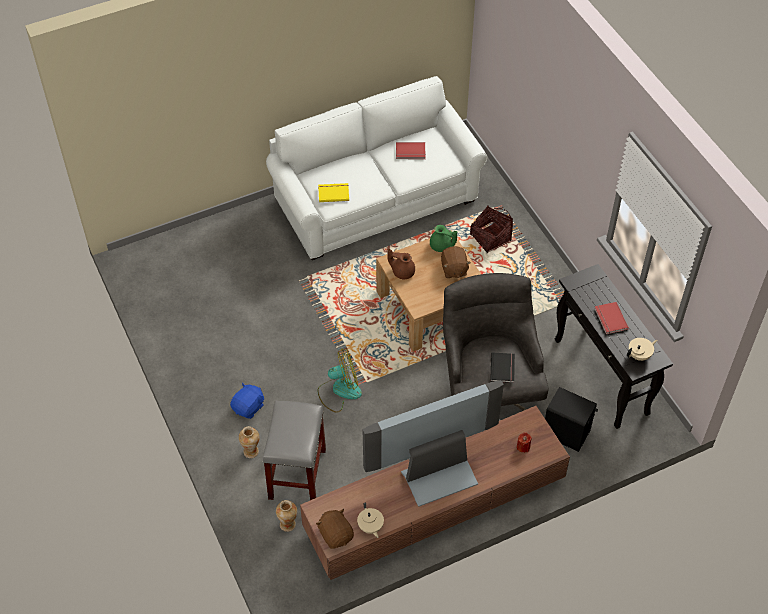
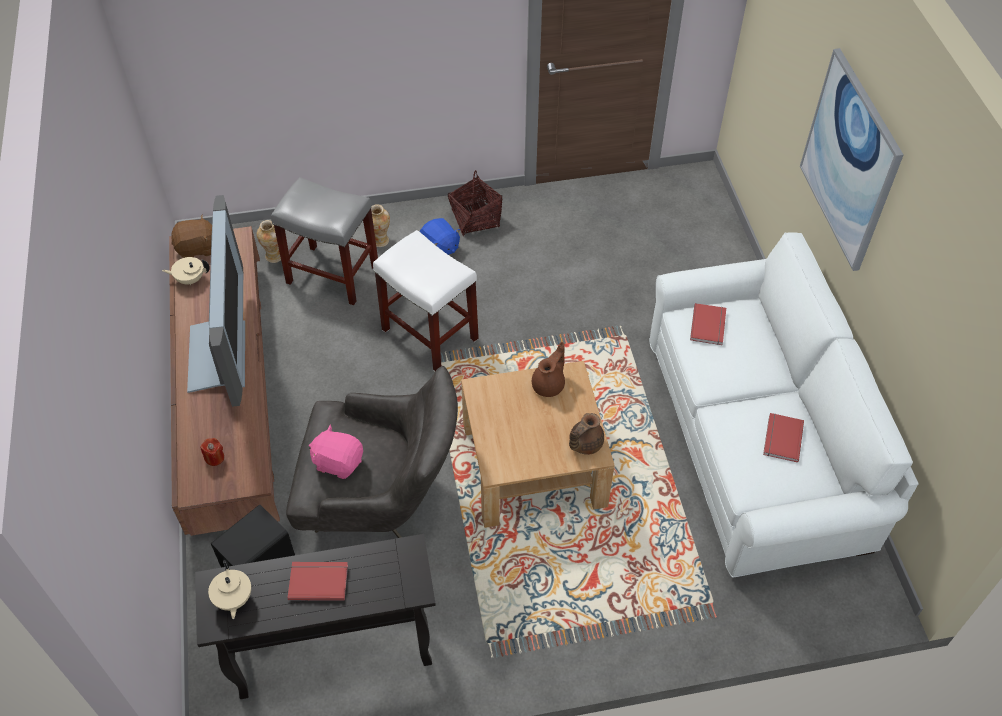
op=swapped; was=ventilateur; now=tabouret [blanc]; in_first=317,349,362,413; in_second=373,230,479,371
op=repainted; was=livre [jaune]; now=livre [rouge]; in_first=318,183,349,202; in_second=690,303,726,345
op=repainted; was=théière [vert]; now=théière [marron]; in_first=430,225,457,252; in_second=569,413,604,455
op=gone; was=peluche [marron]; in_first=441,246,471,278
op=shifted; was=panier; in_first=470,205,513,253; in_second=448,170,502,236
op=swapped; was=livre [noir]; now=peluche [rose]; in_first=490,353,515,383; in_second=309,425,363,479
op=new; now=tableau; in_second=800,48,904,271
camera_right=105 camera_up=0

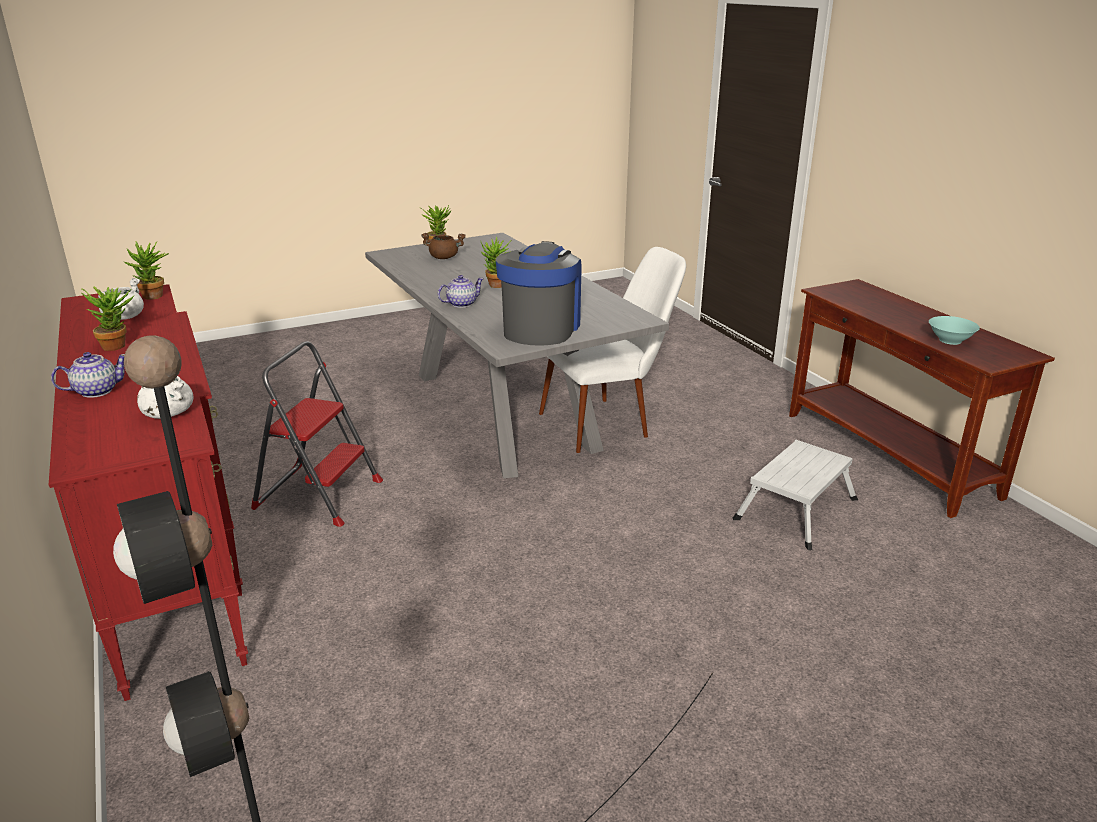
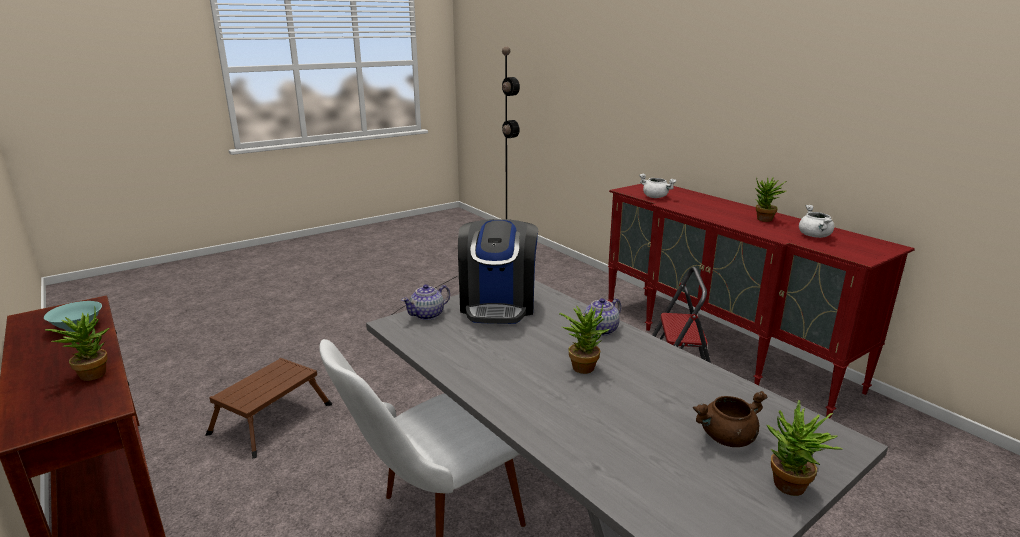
op=shifted; was=théière; in_first=51,352,125,398; in_second=401,284,450,320
op=shifted; was=plante en pot; in_first=124,241,169,300; in_second=45,307,109,381
op=repainted; was=escabeau [blanc]; now=escabeau [marron]; in_first=733,440,858,550; in_second=205,358,332,458
camera_right=170 camera_up=-5

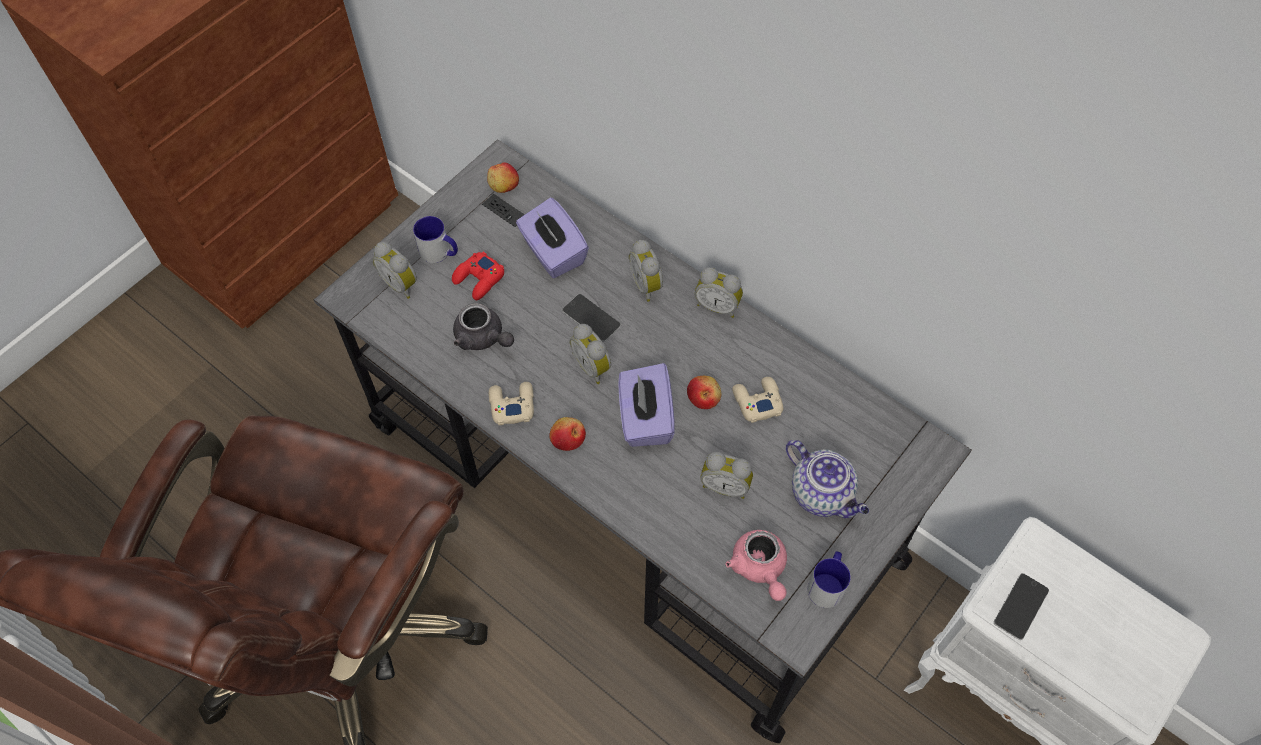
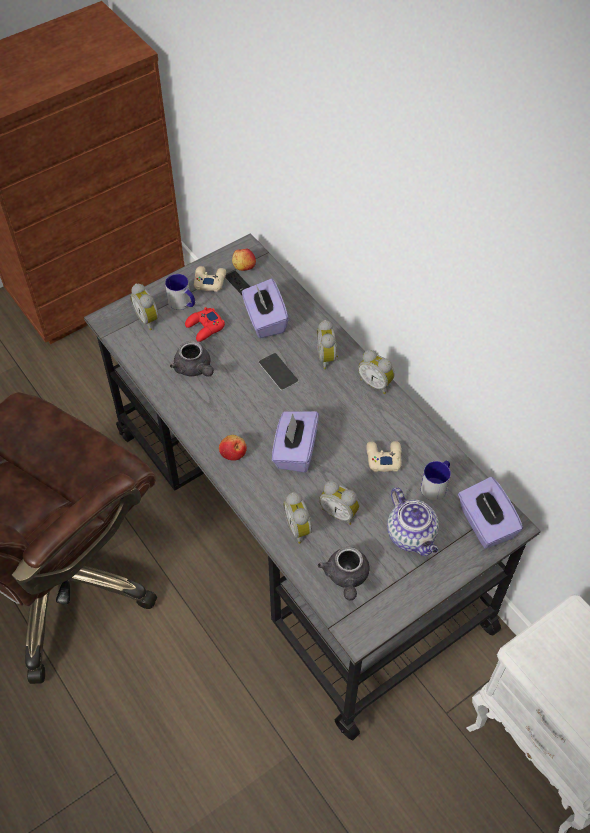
op=shifted; was=manette [beige]; in_first=489,382,534,425; in_second=194,266,226,292
op=shifted; was=réveil; in_first=570,324,611,384; in_second=283,492,312,544
op=gone; was=pomme; in_first=687,376,721,409
op=repainted; was=théière [rose]; now=théière [gris]; in_first=726,530,787,601; in_second=318,547,370,601
op=shifted; was=mug; in_first=808,551,851,608; in_second=421,461,451,500
op=gone; was=téléphone; in_first=994,573,1049,640
op=new; now=boîte à mouchoirs [violet]; in_second=458,477,523,549
camera_right=15 camera_up=-5

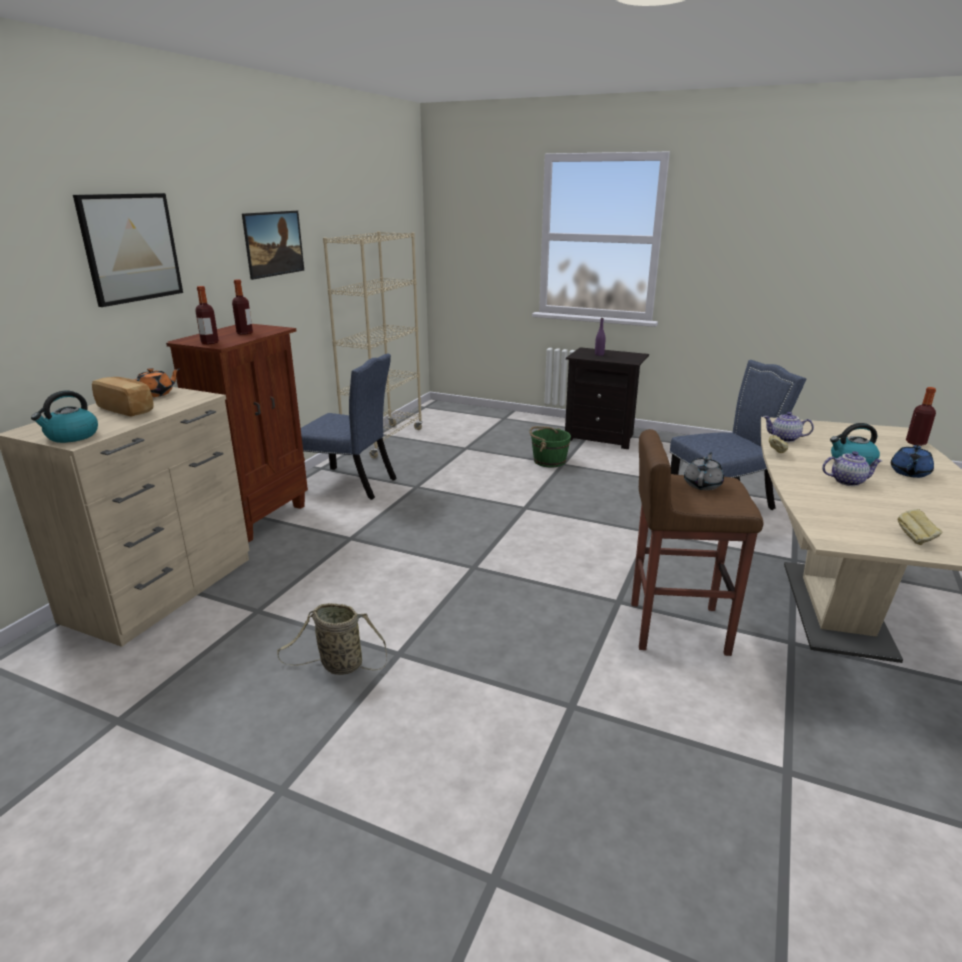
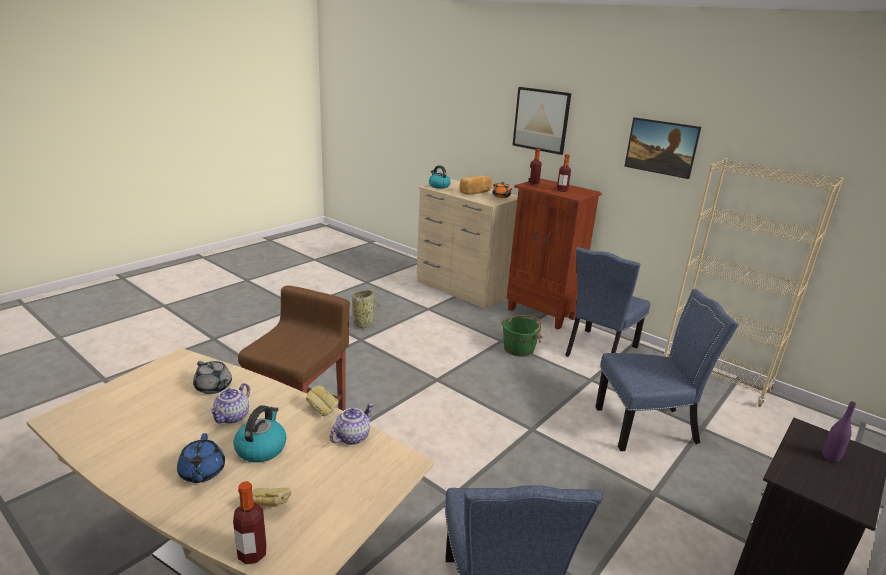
op=shifted; was=seau [vert]; in_first=529,426,571,468; in_second=501,315,542,357
op=shifted; was=théière [gris]; in_first=684,452,724,490; in_second=193,361,232,394
op=rotated; was=théière [bleu]; in_first=891,445,934,478; in_second=177,433,225,483; clockwise=-150
op=shifted; was=pain; in_first=897,509,942,545; in_second=252,488,291,507
op=new; now=chaise [bleu]; in_second=595,289,739,451
camera_right=105 camera_up=0

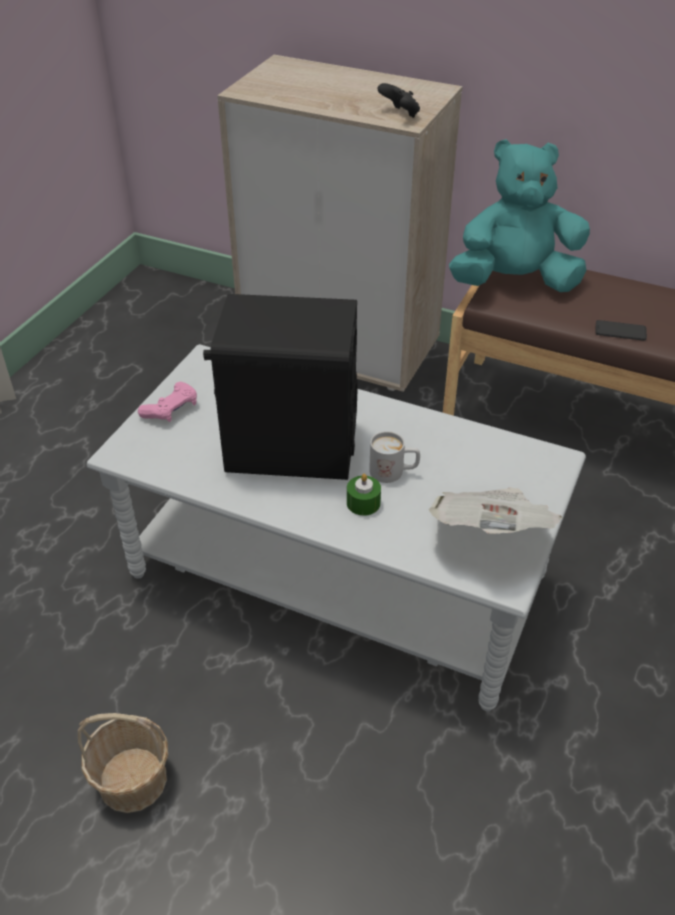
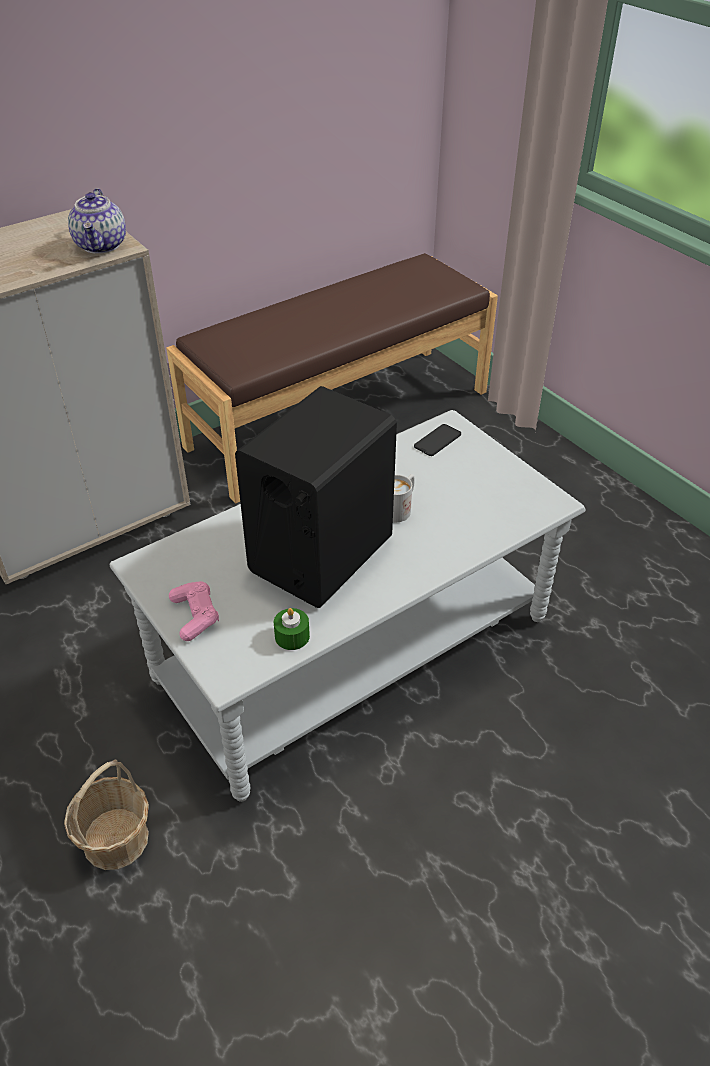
op=shifted; was=panier; in_first=78,713,168,813; in_second=64,760,149,870
op=shifted; was=bougie [vert]; in_first=347,474,381,516; in_second=274,608,310,650
op=swapped; was=manette [noir]; now=théière; in_first=378,83,420,118; in_second=68,188,126,254
op=gone; was=journal; in_first=429,488,563,534
op=gone; was=peluche [turquoise]; in_first=449,139,590,292
op=shifted; was=téléphone; in_first=595,320,647,341; in_second=414,424,461,456
camera_right=-60 camera_up=0

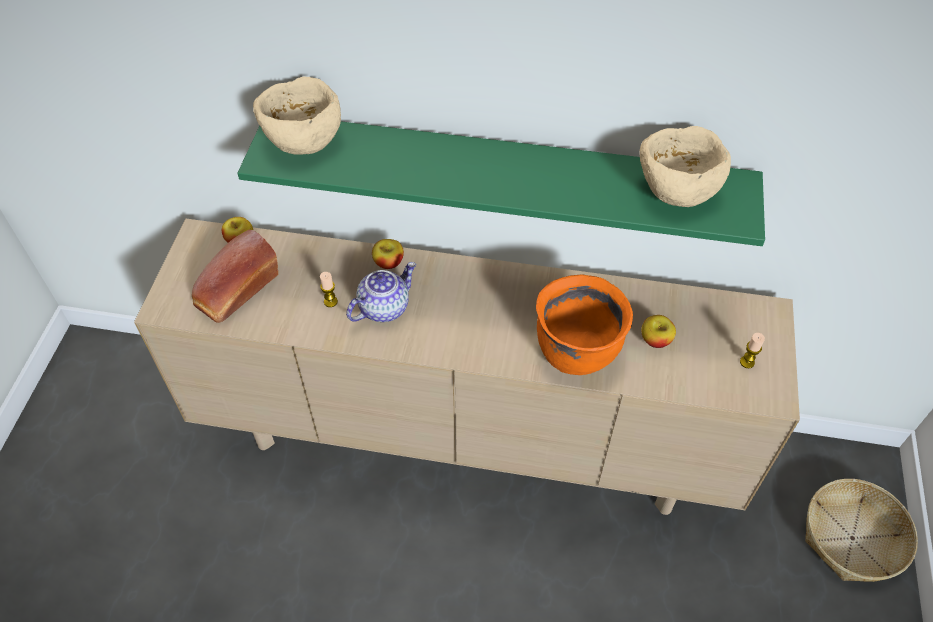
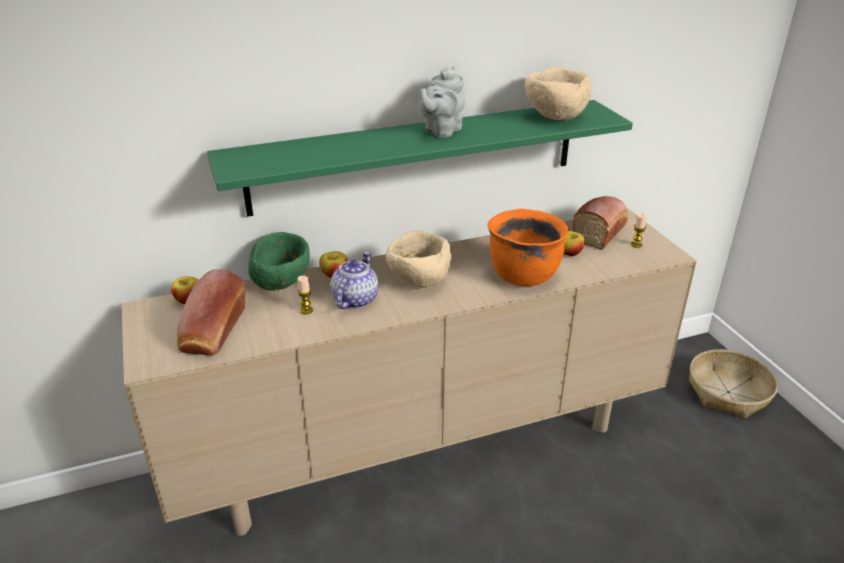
op=shifted; was=bol [beige]; in_first=253,76,341,155; in_second=386,230,451,288
op=new; now=bol [vert]; in_second=248,232,310,291
op=new; now=théière [gris]; in_second=419,66,465,137
op=new; now=pain; in_second=573,196,628,250
camera_right=-30 camera_up=-20

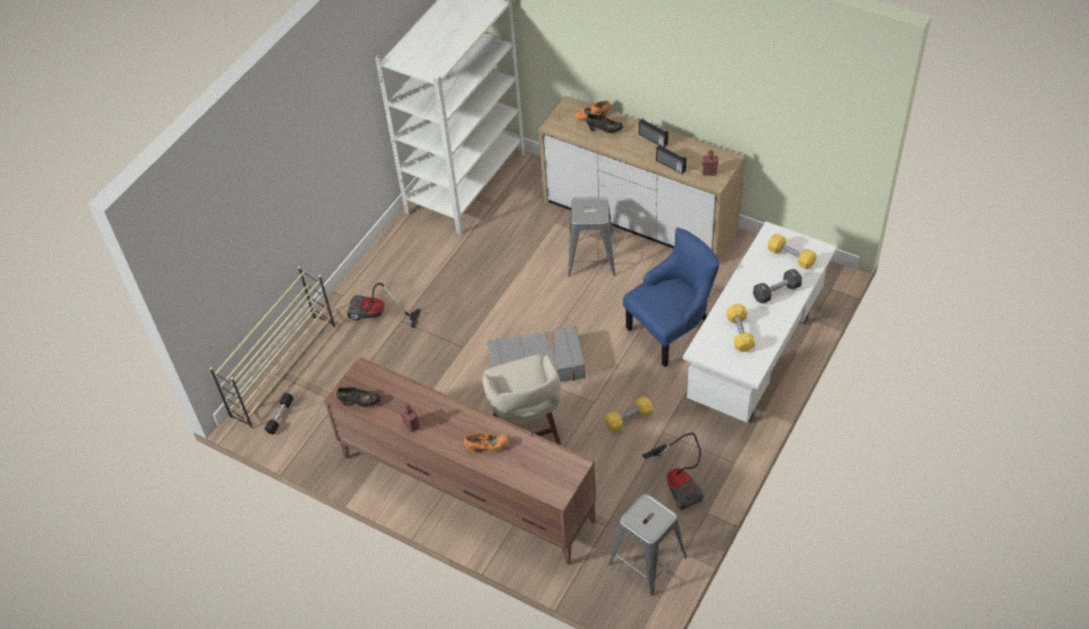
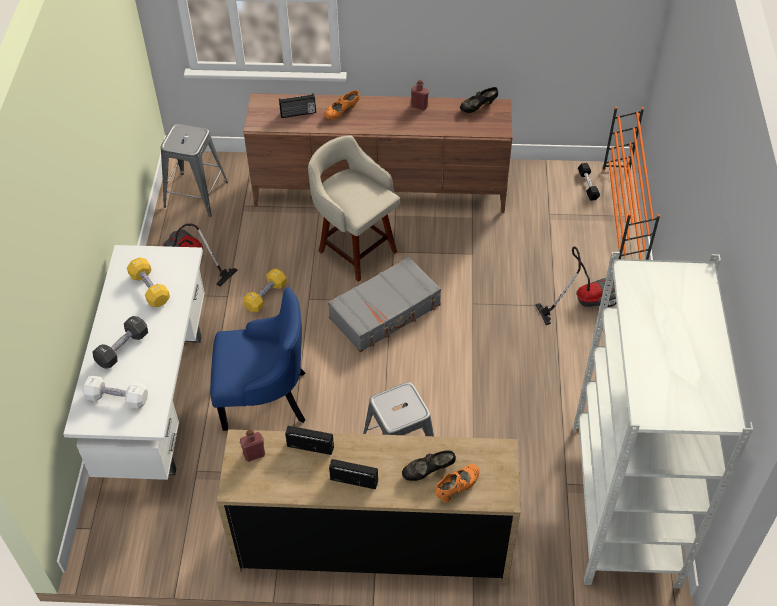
op=repainted; was=étagère à chaussures [beige]; now=étagère à chaussures [orange]; in_first=210,266,336,429; in_second=602,106,660,260
op=rotated; was=chaise [bleu]; in_first=622,227,719,367; in_second=210,287,306,431; clockwise=-120
op=repainted; was=haltère [jaune]; now=haltère [blanc]; in_first=768,234,817,269; in_second=82,375,148,409
op=new; now=radio; in_second=279,93,316,118
camera_right=150 camera_up=0

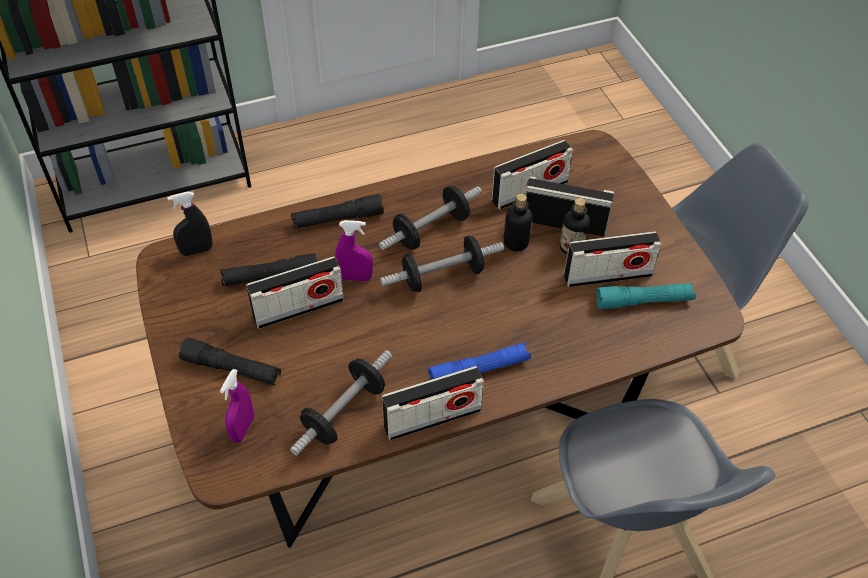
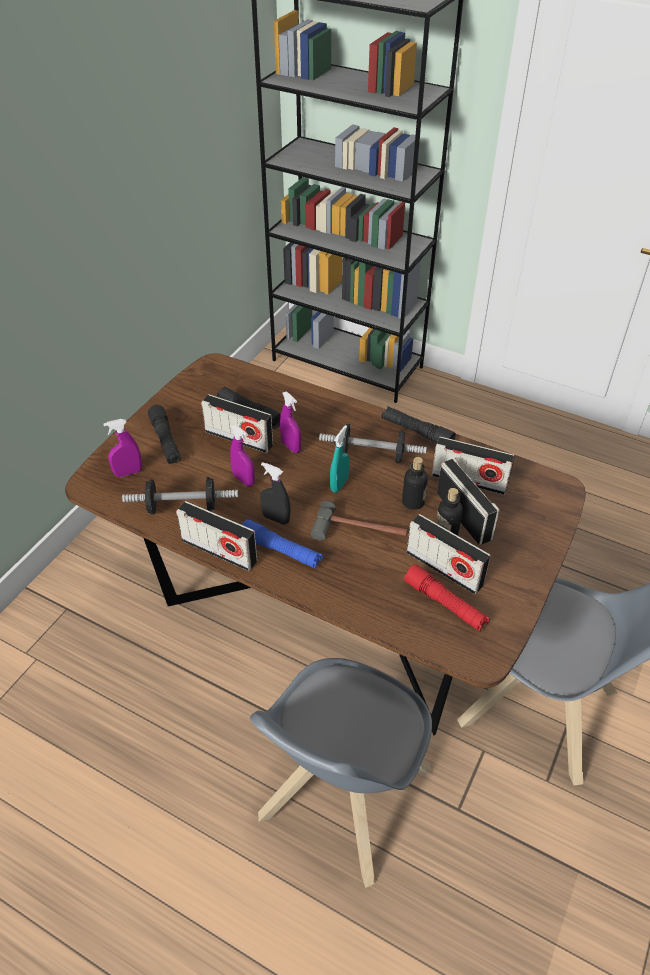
op=shifted; was=vaporisateur [noir]; in_first=167,192,212,256; in_second=260,462,291,525
op=shifted; was=lampe de poche [noir]; in_first=291,194,384,229; in_second=381,406,456,443
op=swapped; was=haltère; now=vaporisateur [turquoise]; in_first=380,236,504,292; in_second=330,425,350,493
op=repainted; was=lampe de poche [turquoise]; now=lampe de poche [rouge]; in_first=596,283,696,309; in_second=404,564,490,631
op=new; now=vaporisateur [violet]; in_second=230,425,255,486
op=new; now=marteau; in_second=311,500,407,541
camera_right=50 camera_up=-5

